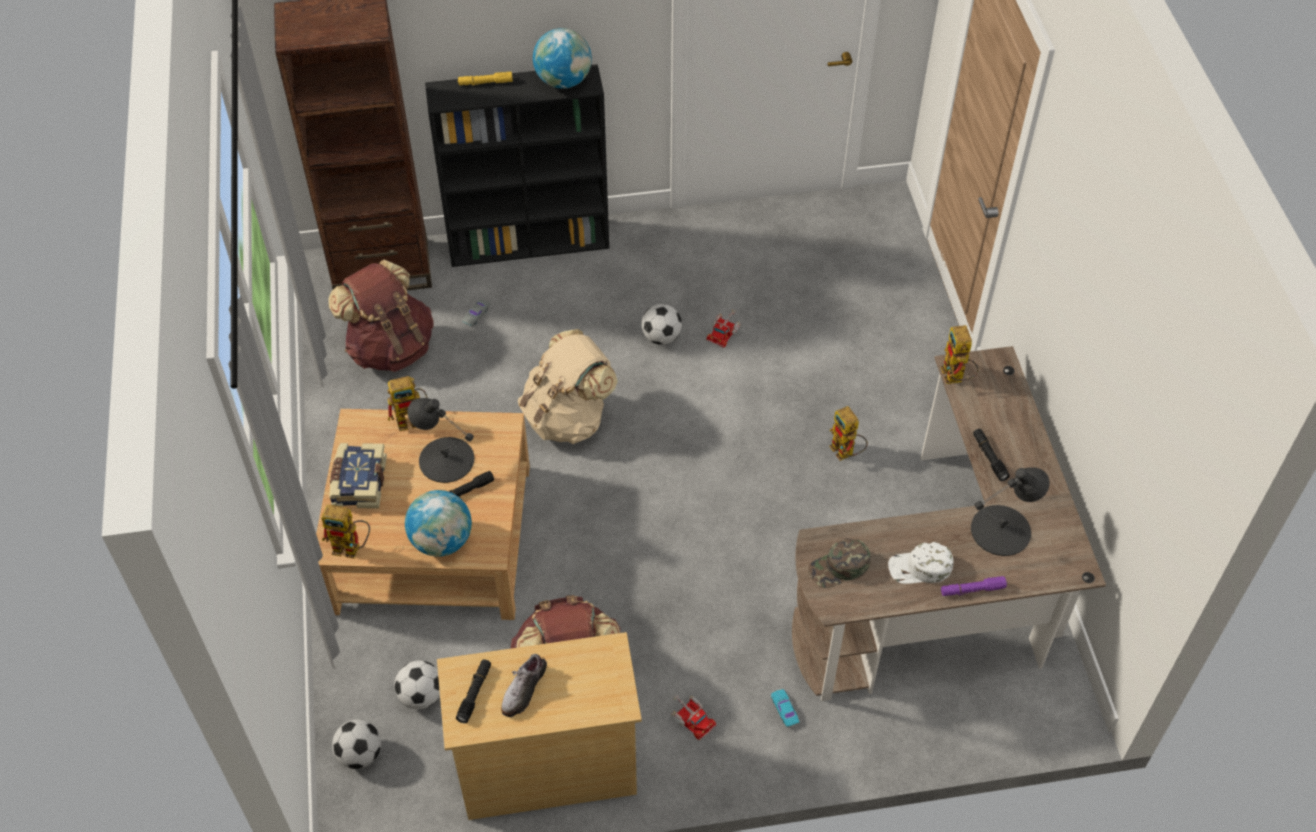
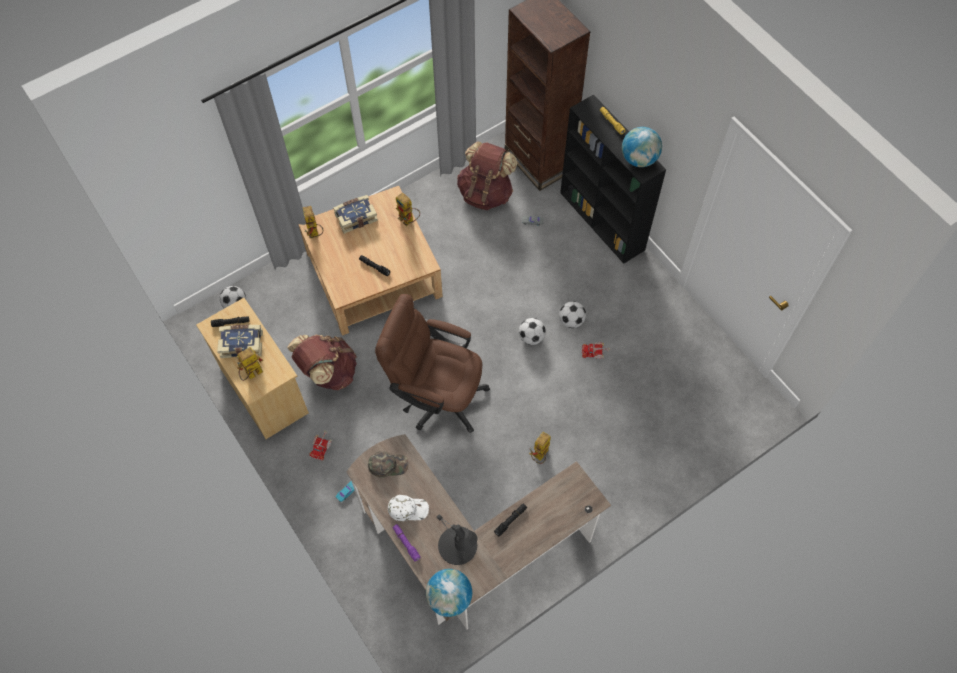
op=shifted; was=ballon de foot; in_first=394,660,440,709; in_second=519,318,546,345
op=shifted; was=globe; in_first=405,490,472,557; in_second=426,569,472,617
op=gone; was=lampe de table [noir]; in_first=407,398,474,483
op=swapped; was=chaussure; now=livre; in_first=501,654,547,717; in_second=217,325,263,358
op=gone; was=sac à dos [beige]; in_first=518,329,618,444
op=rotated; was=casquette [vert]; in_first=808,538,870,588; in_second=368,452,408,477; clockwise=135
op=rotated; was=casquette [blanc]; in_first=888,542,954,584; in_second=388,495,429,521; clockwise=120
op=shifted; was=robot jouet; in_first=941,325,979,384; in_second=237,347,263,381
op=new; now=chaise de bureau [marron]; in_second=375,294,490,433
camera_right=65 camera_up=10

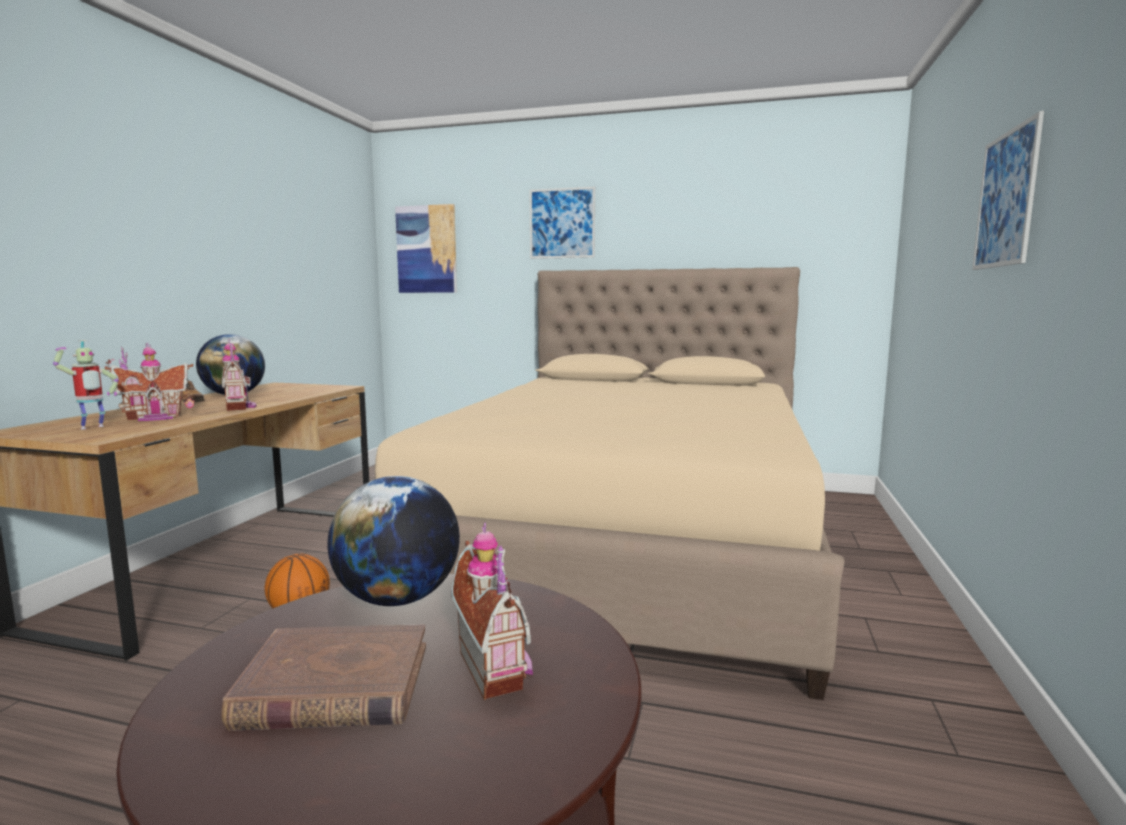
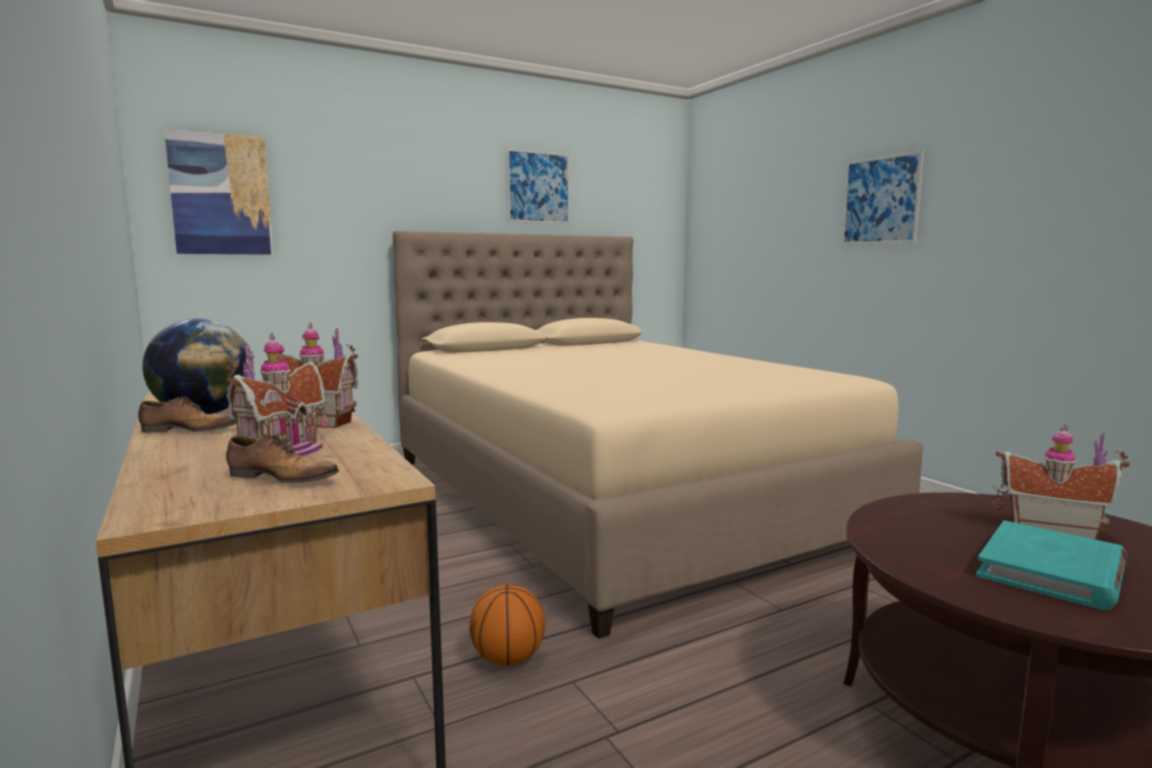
op=swapped; was=robot jouet; now=chaussure; in_first=53,340,119,430; in_second=226,434,339,483
op=repainted; was=livre [marron]; now=livre [turquoise]; in_first=221,624,426,731; in_second=976,520,1127,610
op=gone; was=globe; in_first=327,476,460,606
op=shifted; was=tableau; in_first=530,187,595,259; in_second=506,148,570,224
camera_right=-45 camera_up=0

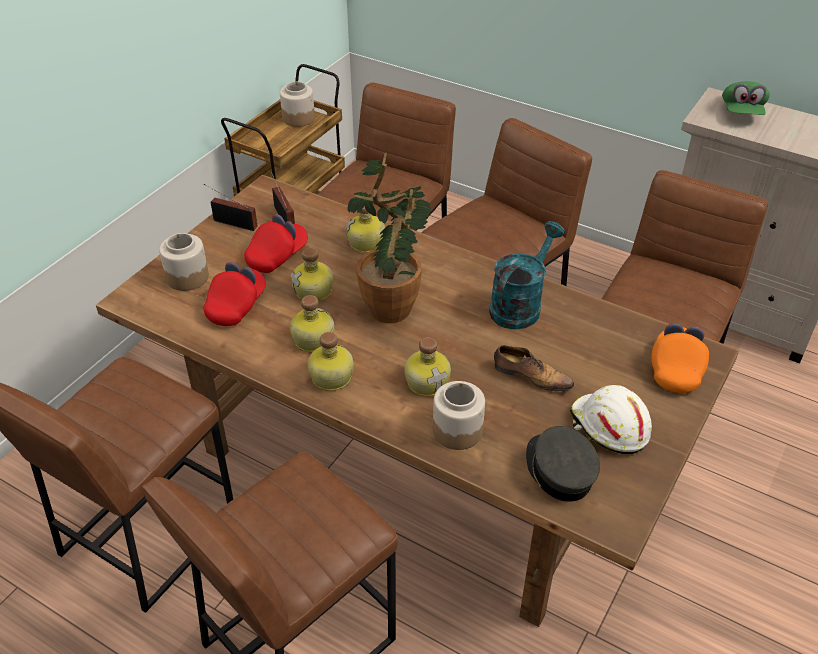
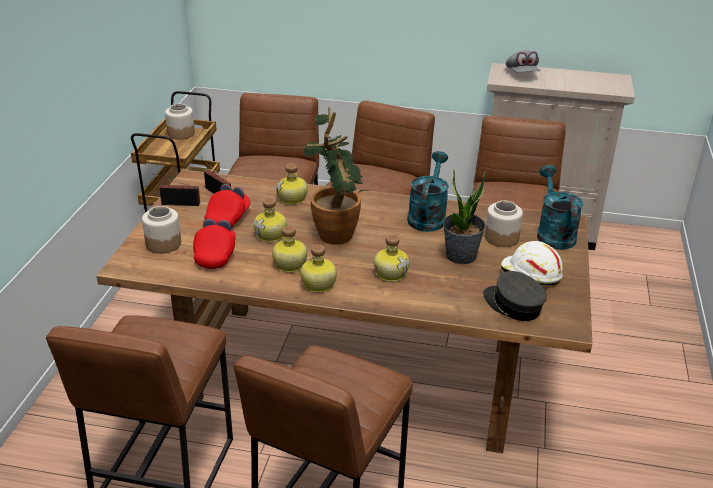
op=shifted; was=bocal; in_first=433,381,485,450; in_second=485,200,523,247
op=swapped; was=chaussure; now=plante en pot; in_first=494,345,574,391; in_second=443,170,486,264
op=swapped; was=casquette [orange]; now=arrosoir [turquoise]; in_first=651,323,709,393; in_second=537,165,583,250
op=repainted; was=casquette [vert]; now=casquette [gris]; in_first=722,81,770,115; in_second=506,50,540,72
camera_right=-20 camera_up=-10

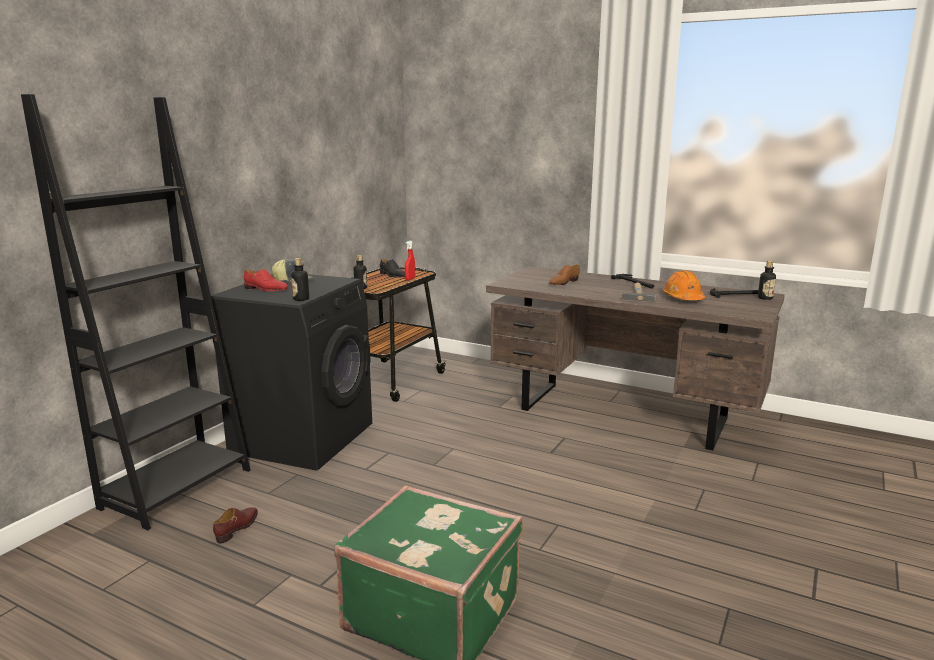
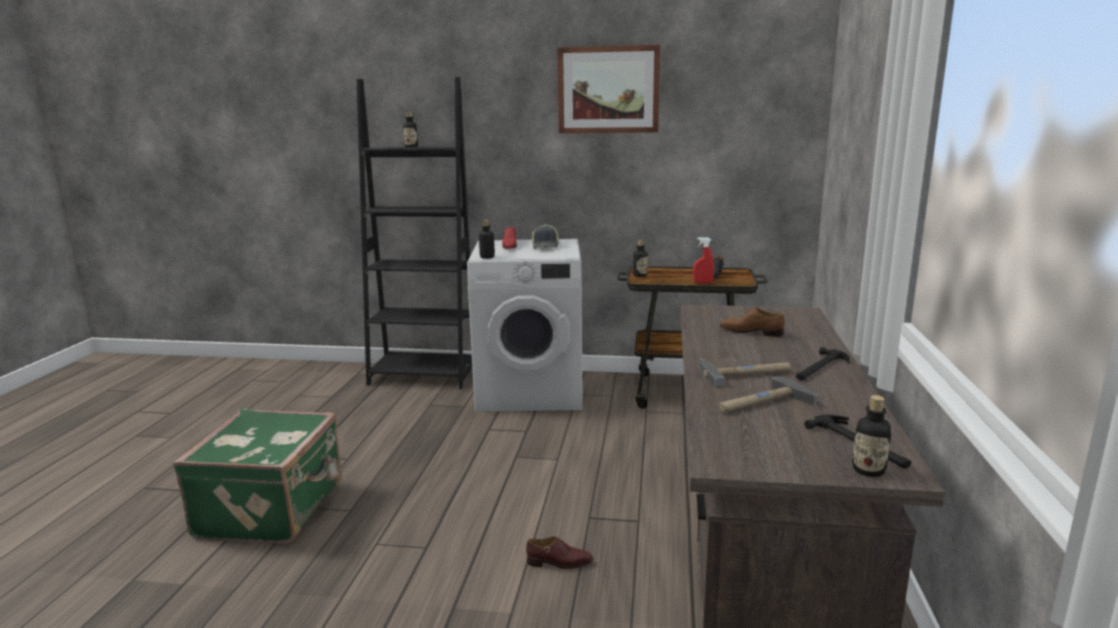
op=repainted; was=lave-linge [noir]; now=lave-linge [blanc]; in_first=211,274,372,471; in_second=467,239,583,412
op=shifted; was=chaussure [marron]; in_first=213,507,258,543; in_second=526,536,593,569
op=swapped; was=casque de chantier [orange]; now=marteau; in_first=663,270,705,300; in_second=719,376,817,412
op=new; now=bouteille; in_second=403,111,418,148
op=new; now=tableau; in_second=557,45,660,133
camera_right=70 camera_up=0

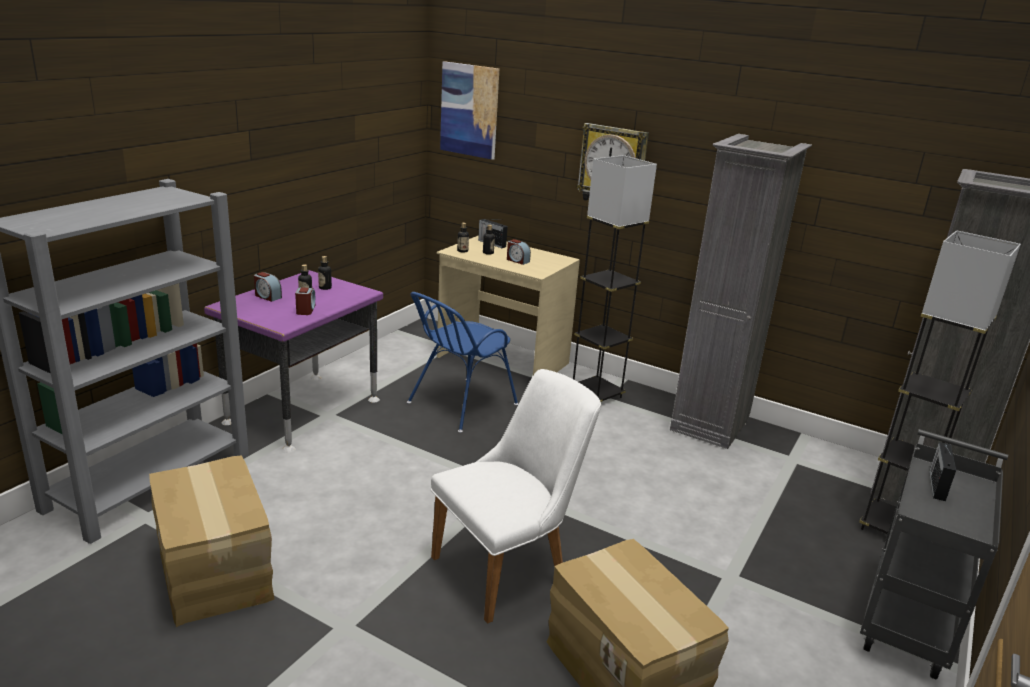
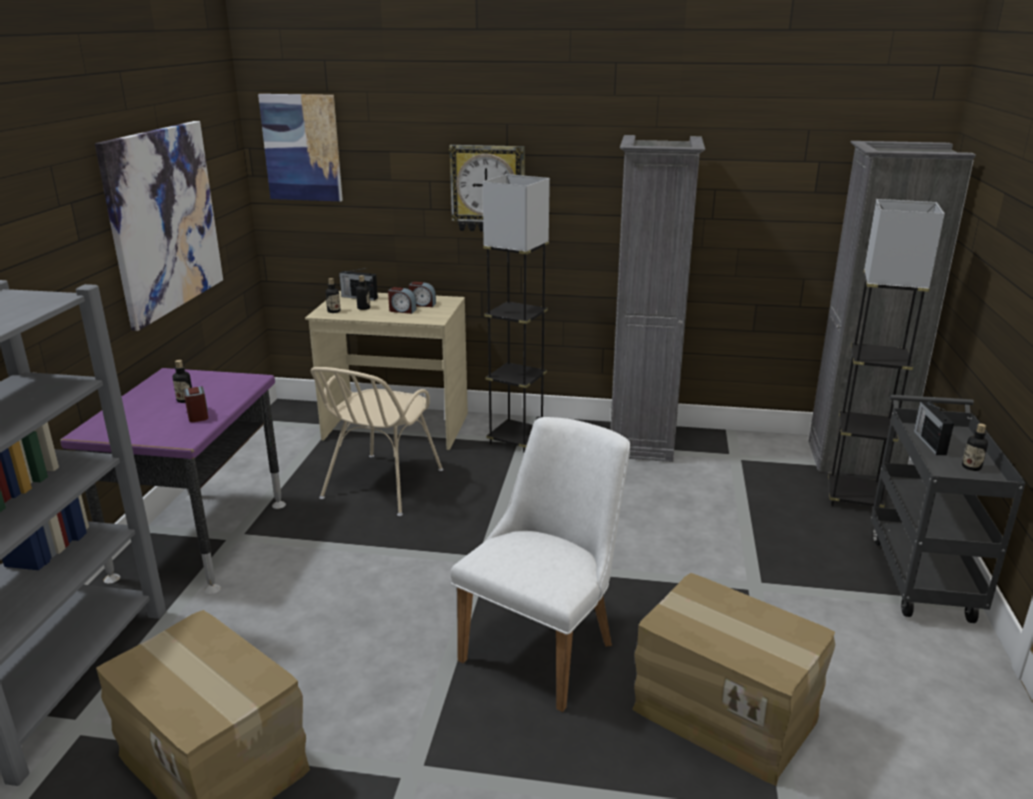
op=shifted; was=réveil; in_first=254,272,282,302; in_second=409,282,436,307
op=shifted; was=bouteille; in_first=318,256,332,290; in_second=962,423,988,471
op=repainted; was=chaise [bleu]; now=chaise [beige]; in_first=407,292,518,433; in_second=311,367,443,516
op=new; now=tableau; in_second=95,121,223,331
camera_right=-20 camera_up=0

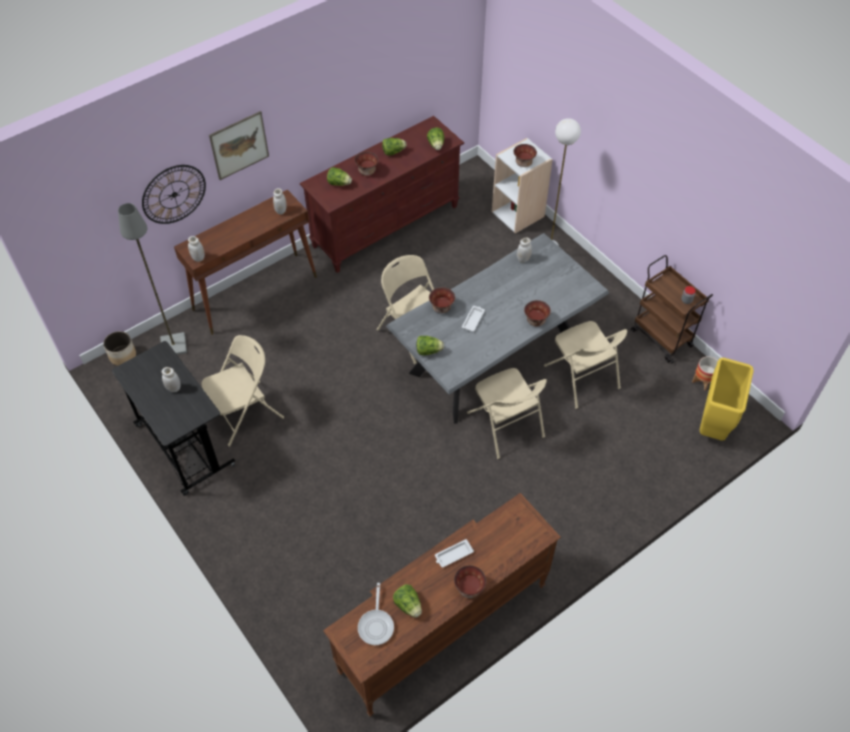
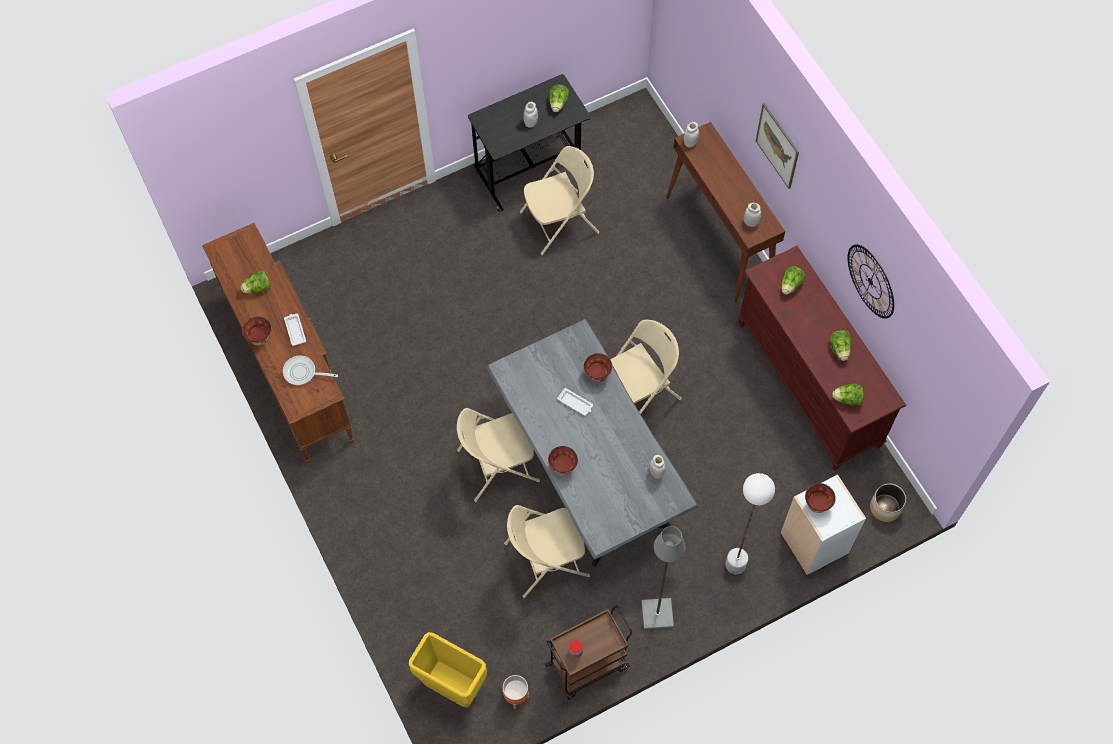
op=shifted; was=cache-pot; in_first=103,331,136,366; in_second=870,483,906,522
op=shifted; was=lampadaire [gris]; in_first=118,203,187,355; in_second=641,526,686,629
op=shifted; was=horloge murale; in_first=142,165,206,224; in_second=848,244,894,319
op=rotated; was=chaise [beige]; in_first=201,335,284,447; in_second=520,146,599,255; clockwise=-90
op=gone; was=bol; in_first=355,152,378,175
op=shifted; was=poêle; in_first=358,583,394,645; in_second=283,356,338,385
op=shifted; was=laitue; in_first=416,336,444,355; in_second=549,85,569,112
camera_right=100 camera_up=10

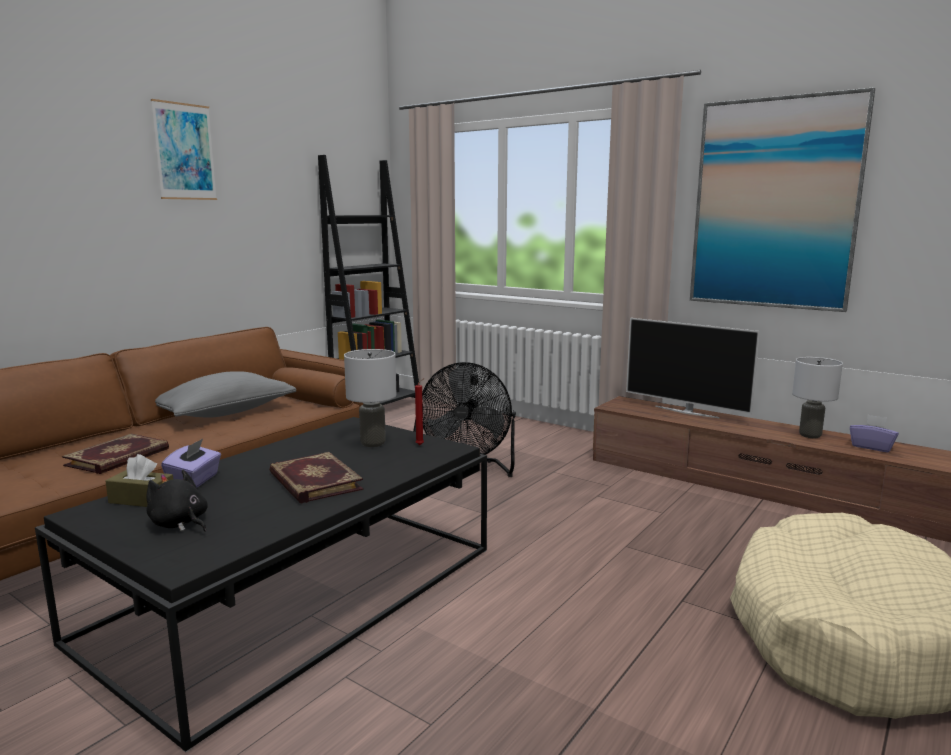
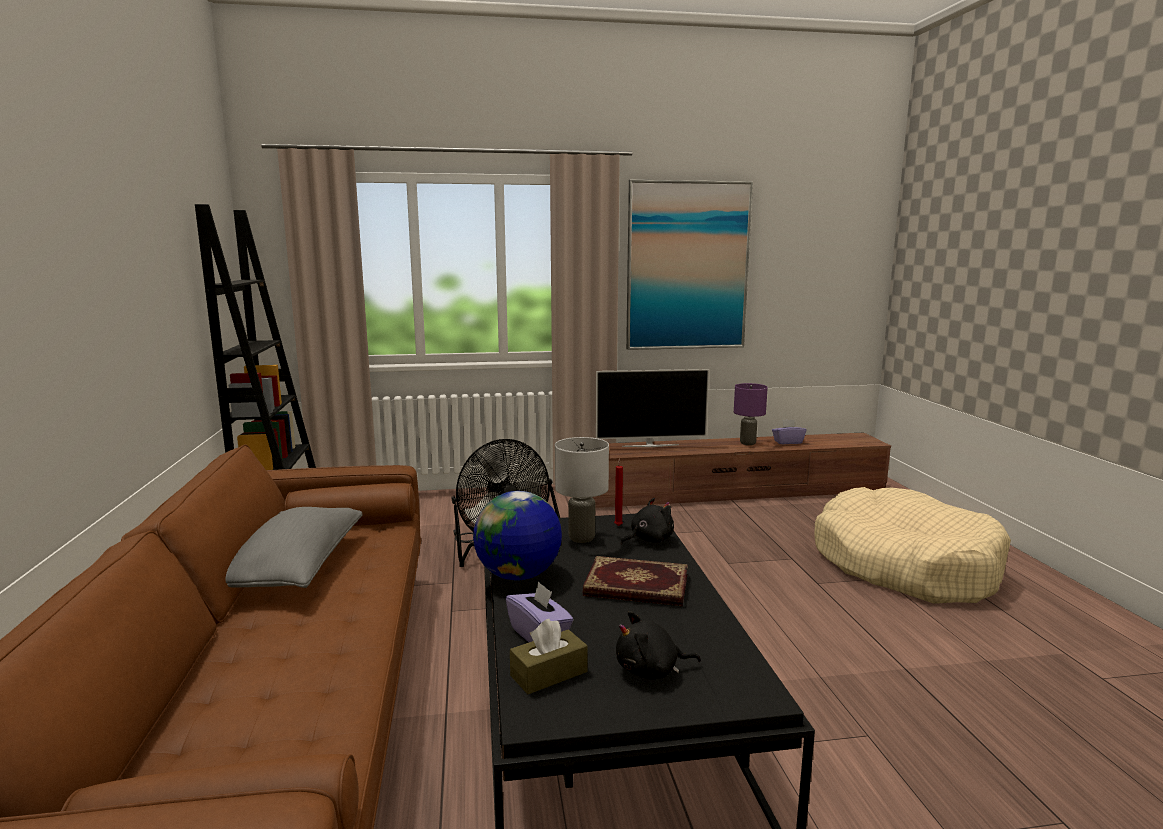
op=gone; was=livre; in_first=62,434,169,474
op=gone; was=tableau; in_first=151,99,217,200
op=repainted; was=lampe de table [blanc]; now=lampe de table [violet]; in_first=792,357,843,438; in_second=734,383,768,445
op=new; now=globe; in_second=473,491,562,580
op=new; now=peluche [noir]; in_second=620,498,674,545
camera_right=-45 camera_up=0

